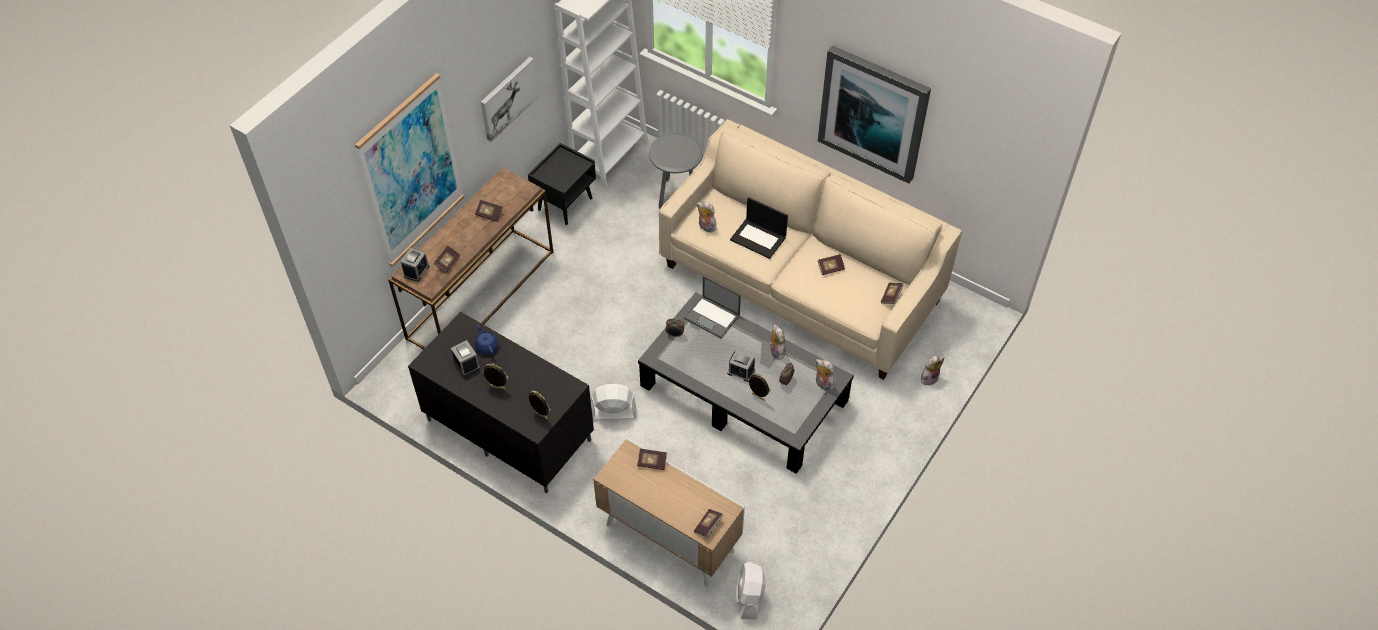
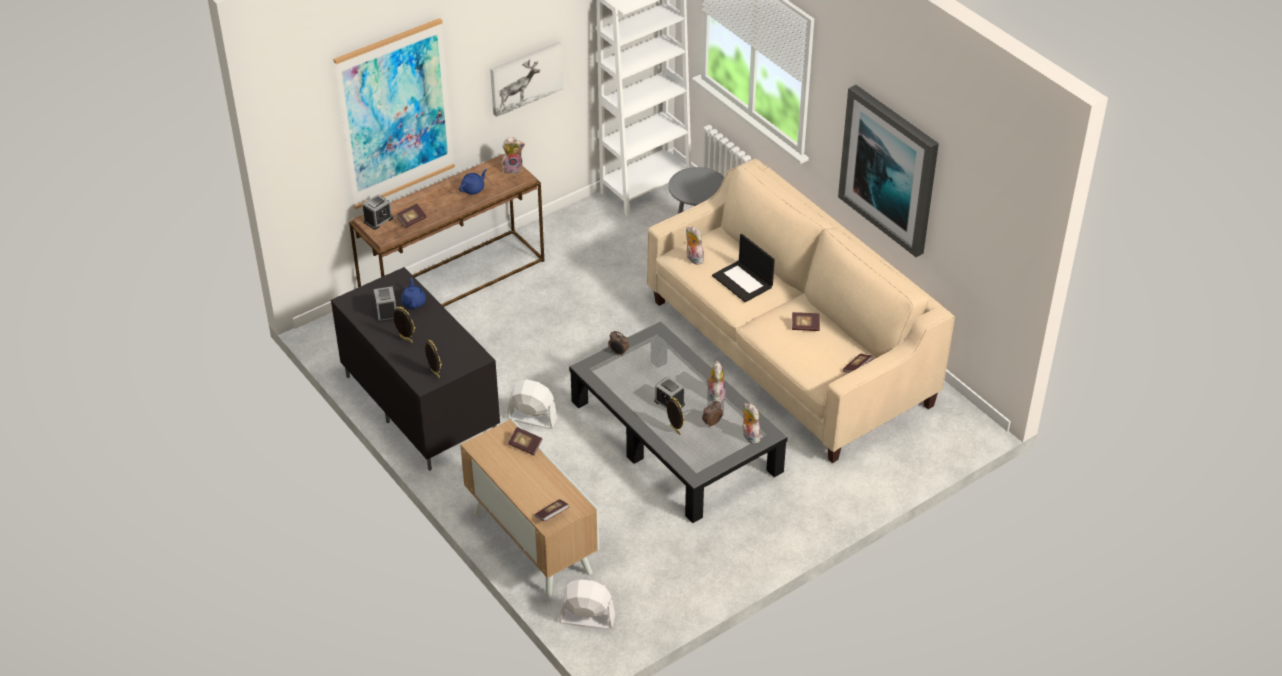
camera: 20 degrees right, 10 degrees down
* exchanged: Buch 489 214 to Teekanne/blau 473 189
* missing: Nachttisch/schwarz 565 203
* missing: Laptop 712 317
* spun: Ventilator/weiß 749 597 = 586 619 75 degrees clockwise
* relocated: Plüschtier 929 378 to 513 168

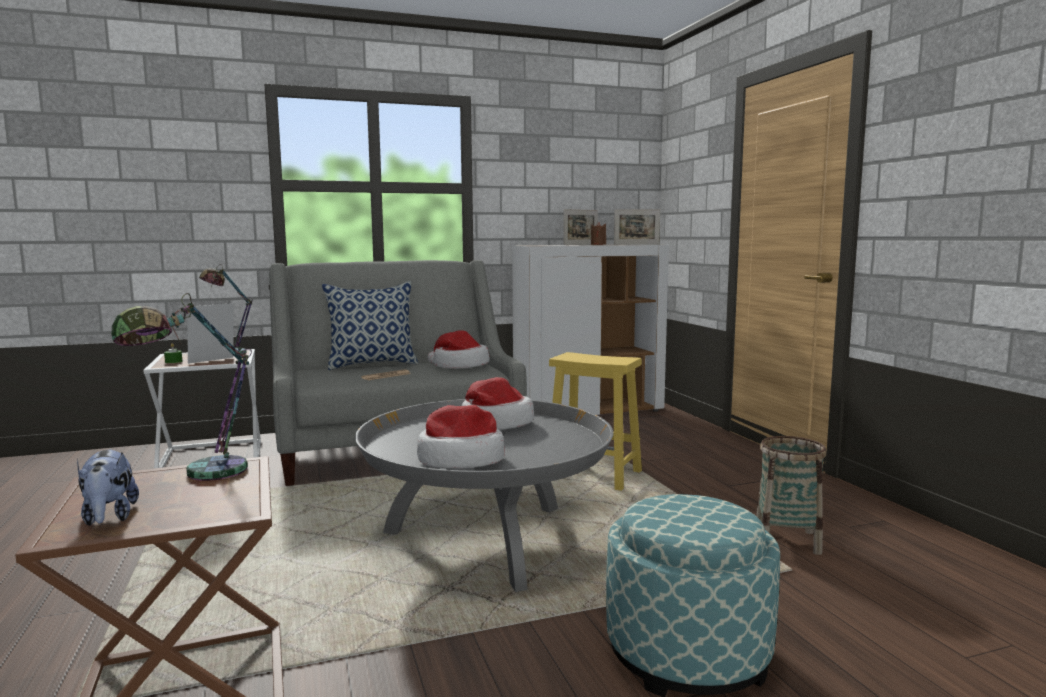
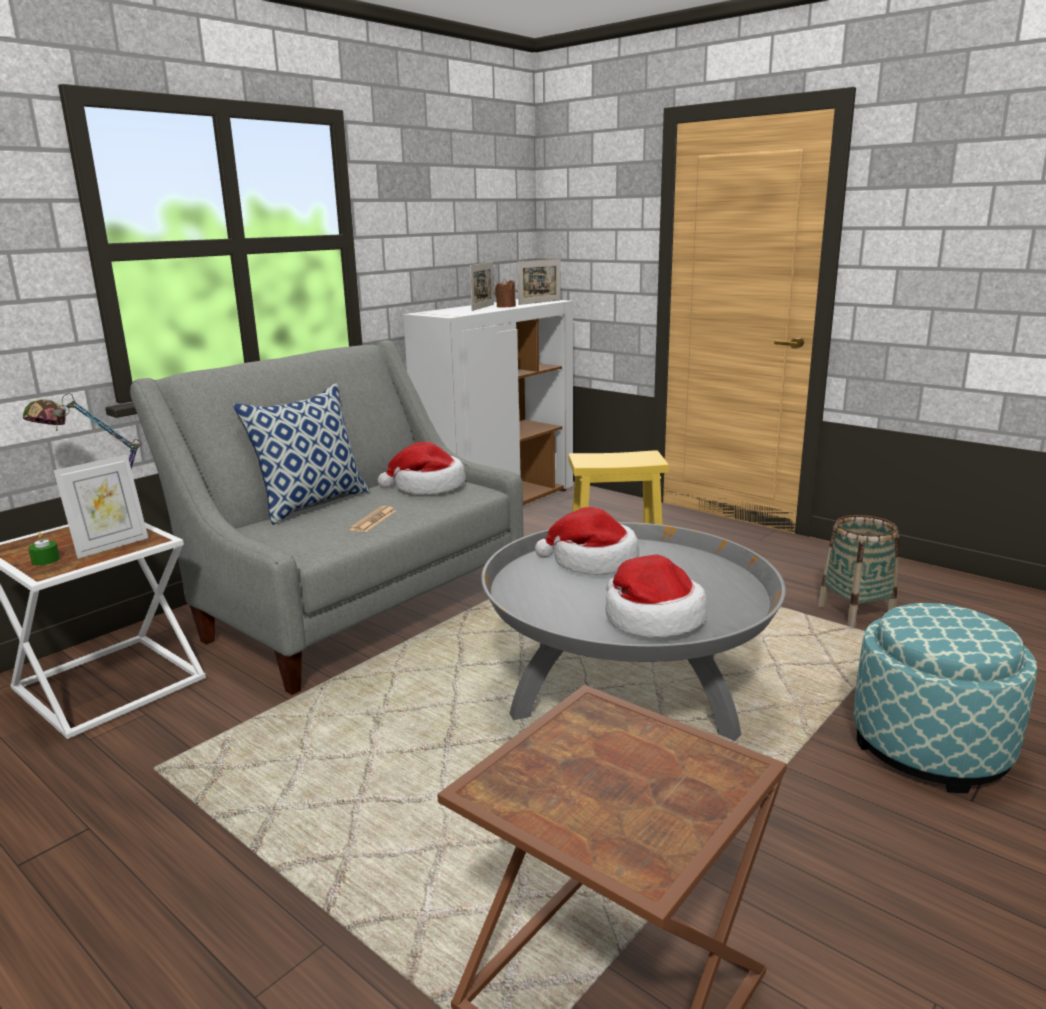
camera: 30 degrees left, 10 degrees up
* missing: Plüschtier 109 517
* missing: Tischlampe 199 475
* spun: Bilderrahmen 213 361 = 110 546 150 degrees counterclockwise

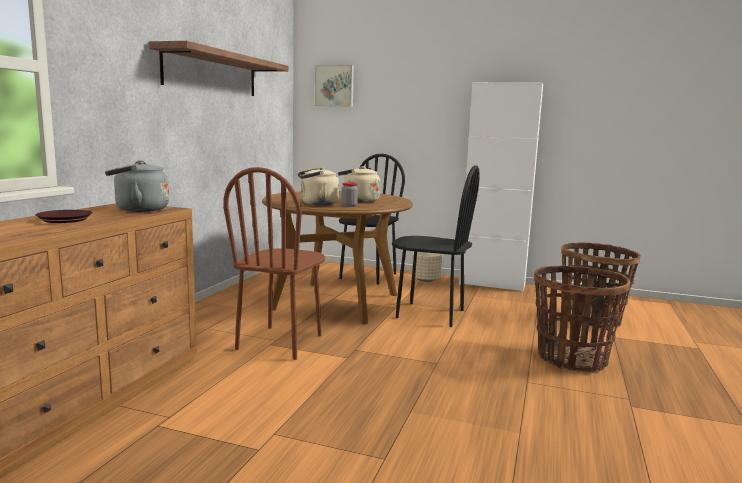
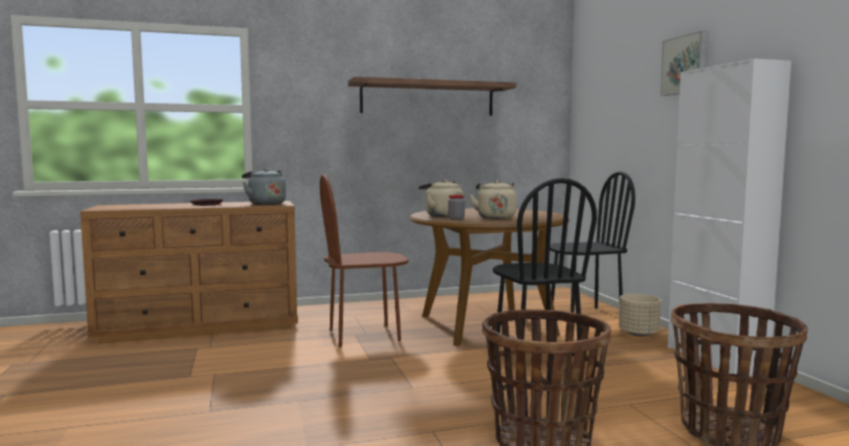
camera: 55 degrees right, 5 degrees down
* relocated: Bild 335 86 to 685 65

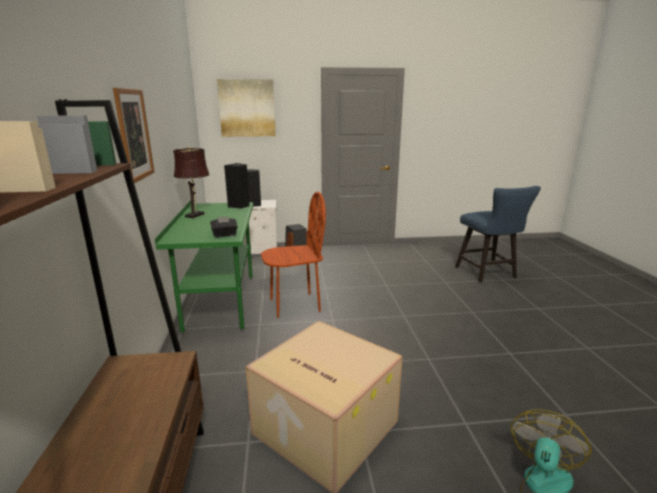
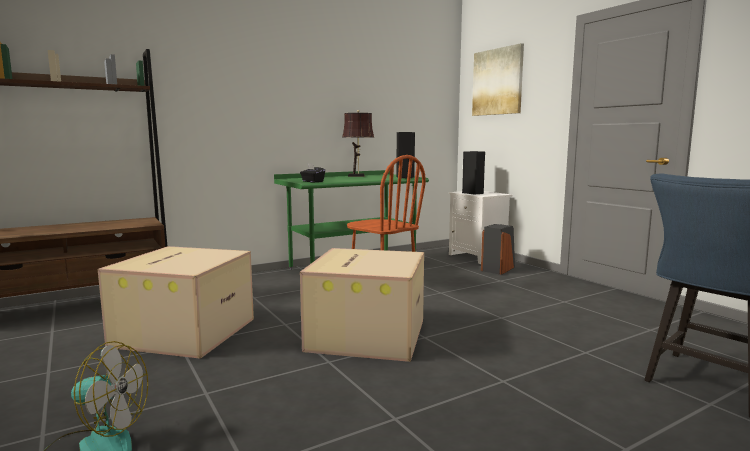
camera: 65 degrees right, 10 degrees down
* missing: Bild 134 135
* appeared: Karton 365 334

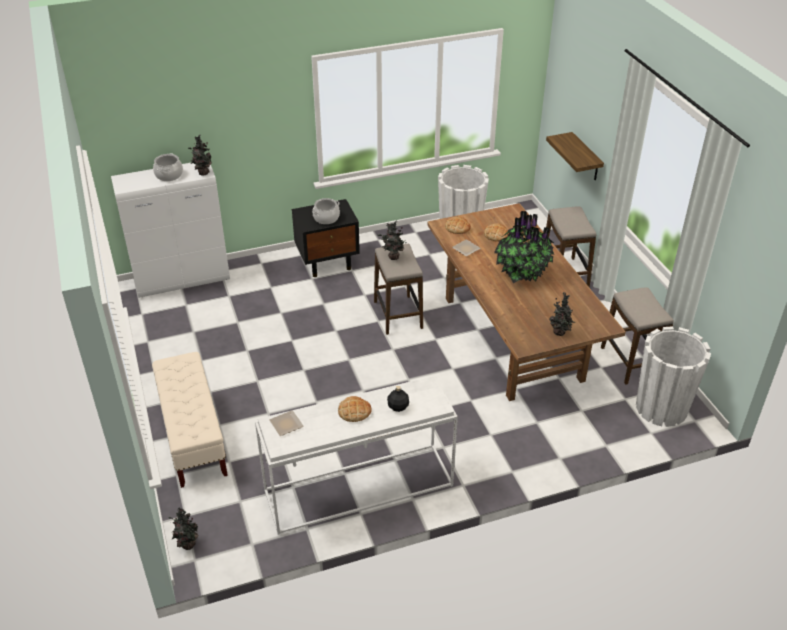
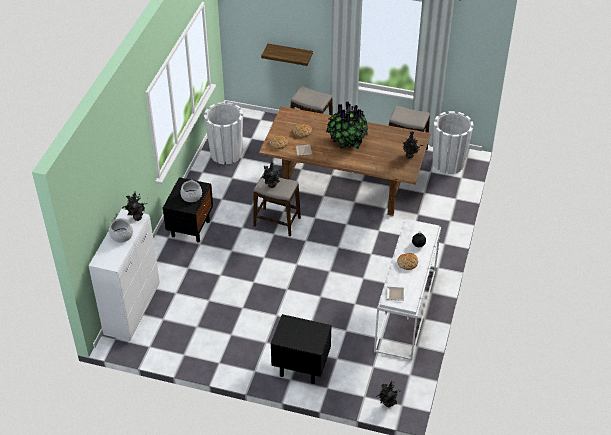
camera: 55 degrees left, 5 degrees up
* exchanged: Bank/beige 193 436 to Nachttisch/schwarz 300 367

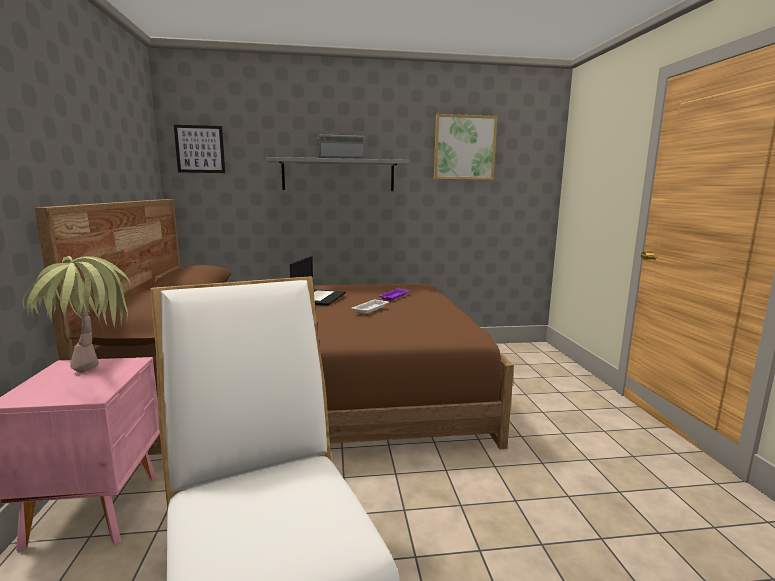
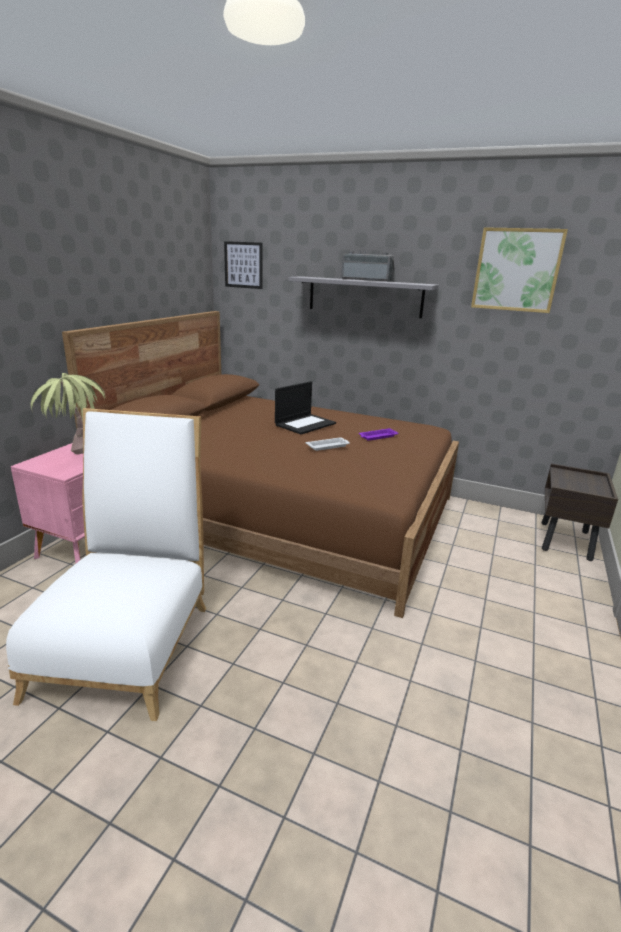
camera: 30 degrees right, 10 degrees up
* appeared: Nachttisch/braun 565 541

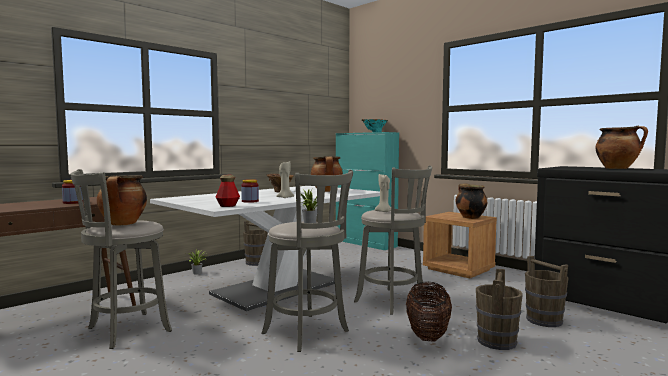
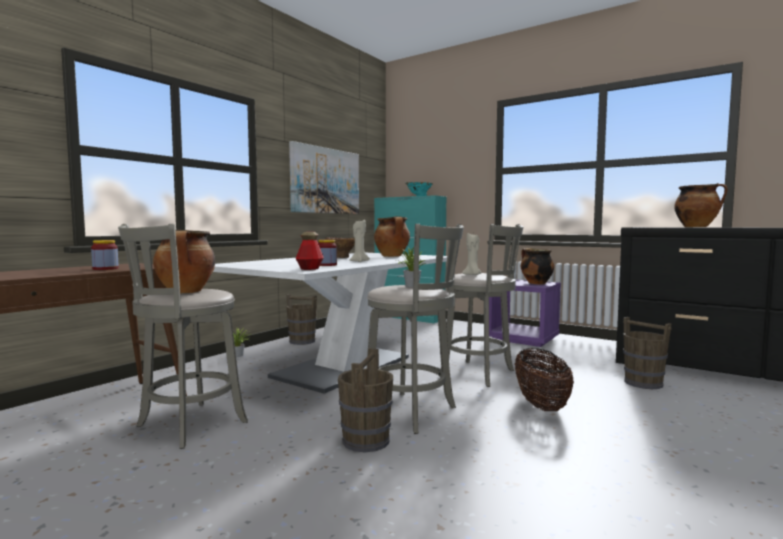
camera: 10 degrees left, 0 degrees up
* colour: Nachttisch/braun 459 269 to Nachttisch/lila 523 338
* relocated: Eimer/braun 497 341 to 366 440
* appeared: Bild 325 180

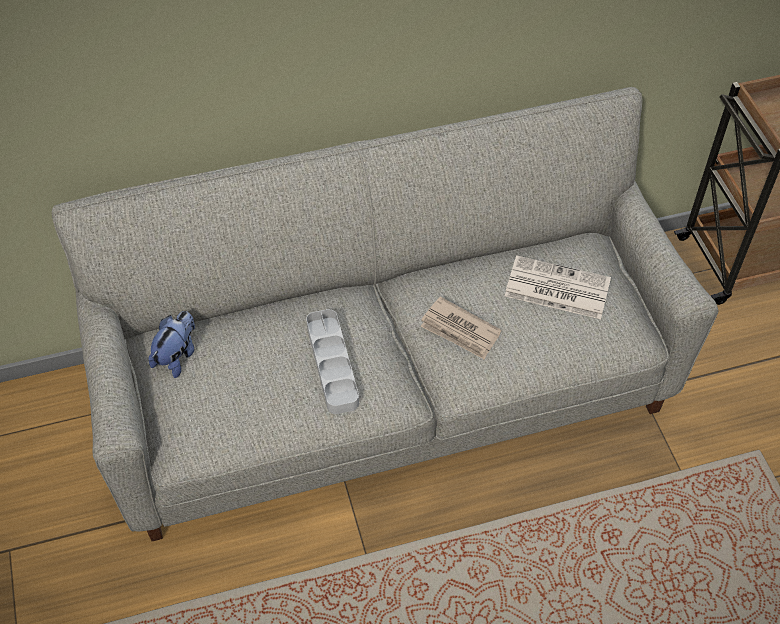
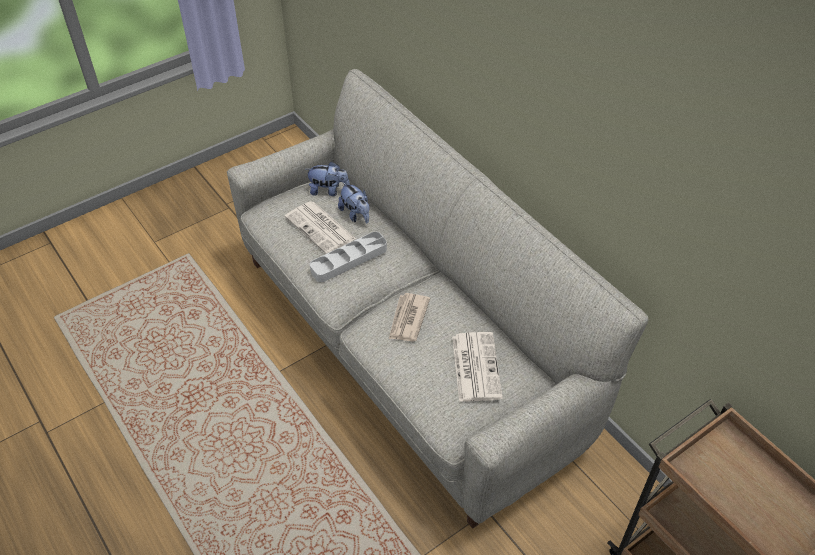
camera: 70 degrees right, 5 degrees down
* appeared: Zeitung 321 228
* appeared: Plüschtier 356 214

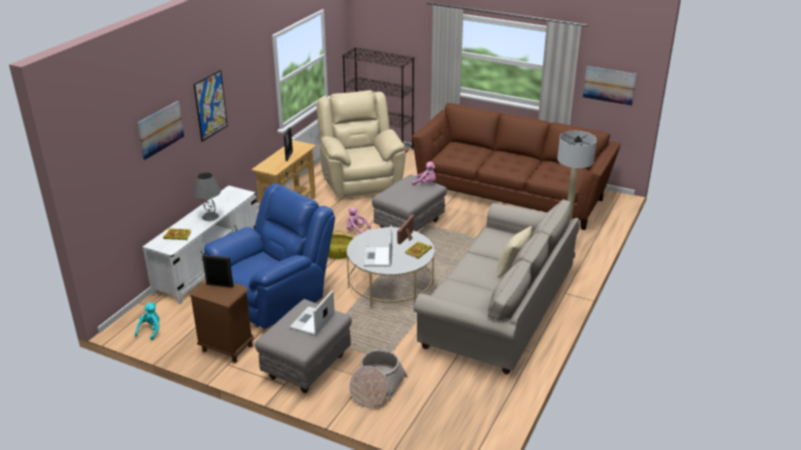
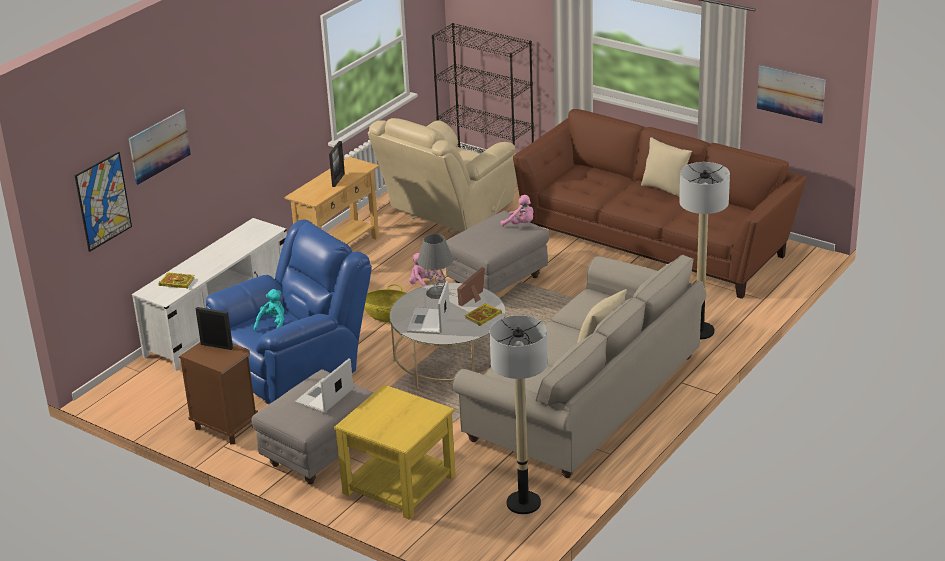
camera: 10 degrees right, 0 degrees up
* relocated: Plüschtier/türkis 150 330 to 273 325
* relocated: Tischlampe/grau 210 216 to 437 293
* relocated: Bild 210 105 to 103 201
* spun: Sessel/beige 360 181 = 447 215 135 degrees counterclockwise
* exchanged: Korb 376 387 to Beistelltisch/gelb 399 484
* appeared: Stehlampe 523 503
* appeared: Kissen/beige 665 189

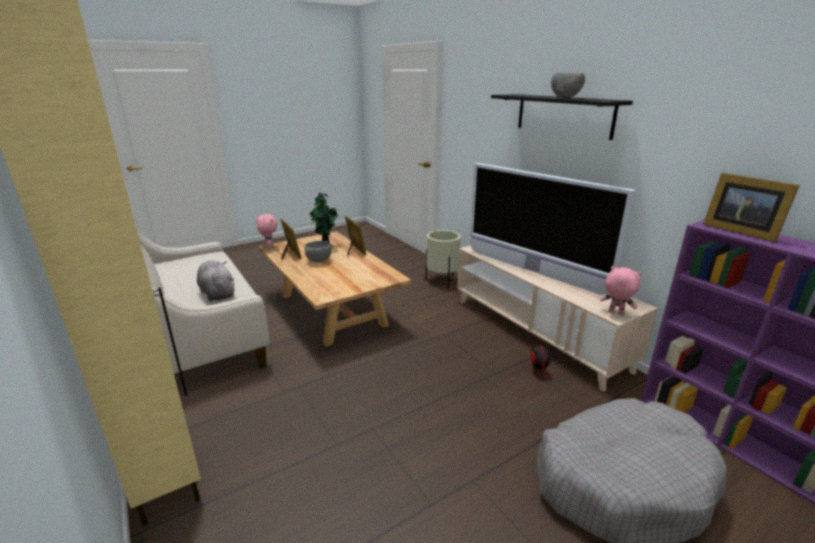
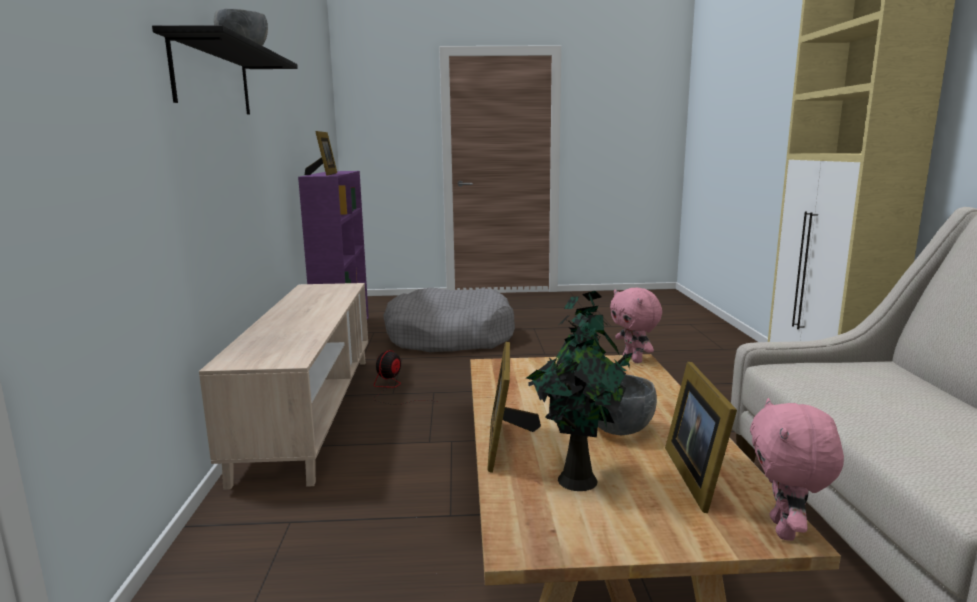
camera: 150 degrees left, 10 degrees down
* missing: Plüschtier/grau 217 293
* missing: Pflanzkübel/beige 442 281
* missing: Fernseher 532 271
* relocated: Plüschtier/rosa 615 313 to 633 360

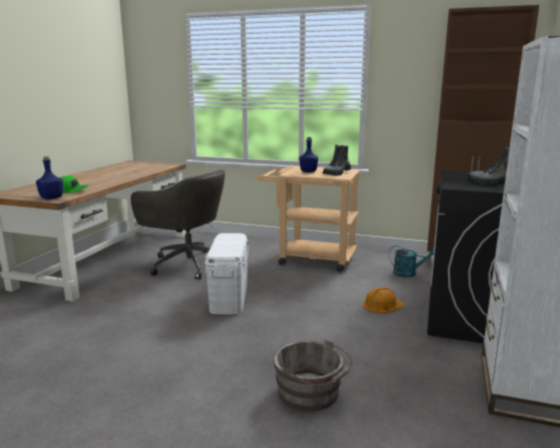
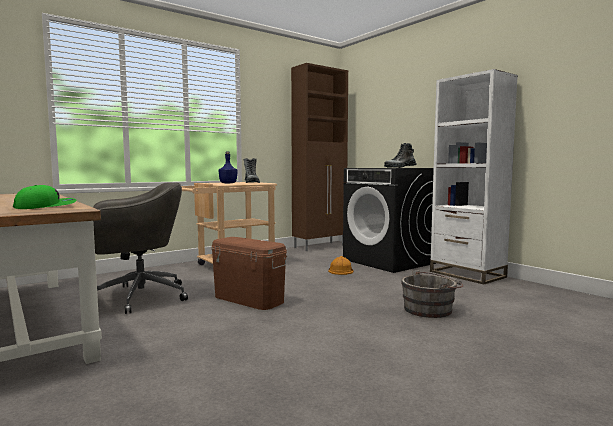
camera: 55 degrees left, 10 degrees down
* missing: Flasche/blau 51 198
* colour: Aufbewahrungsbox/weiß 229 298 to Aufbewahrungsbox/braun 248 299
* missing: Gießkanne/türkis 409 273

